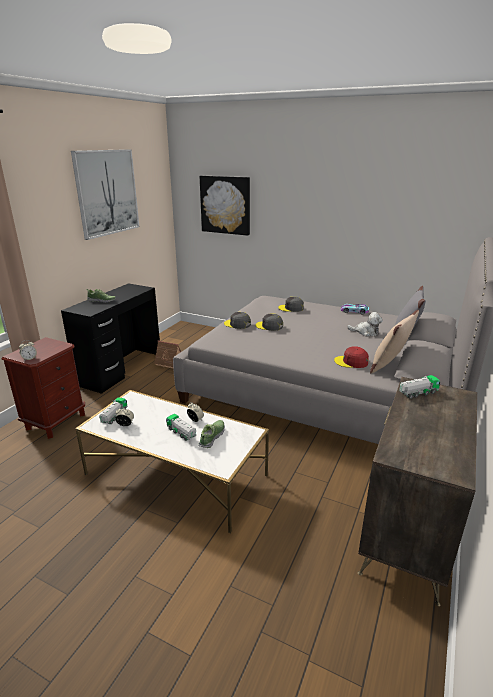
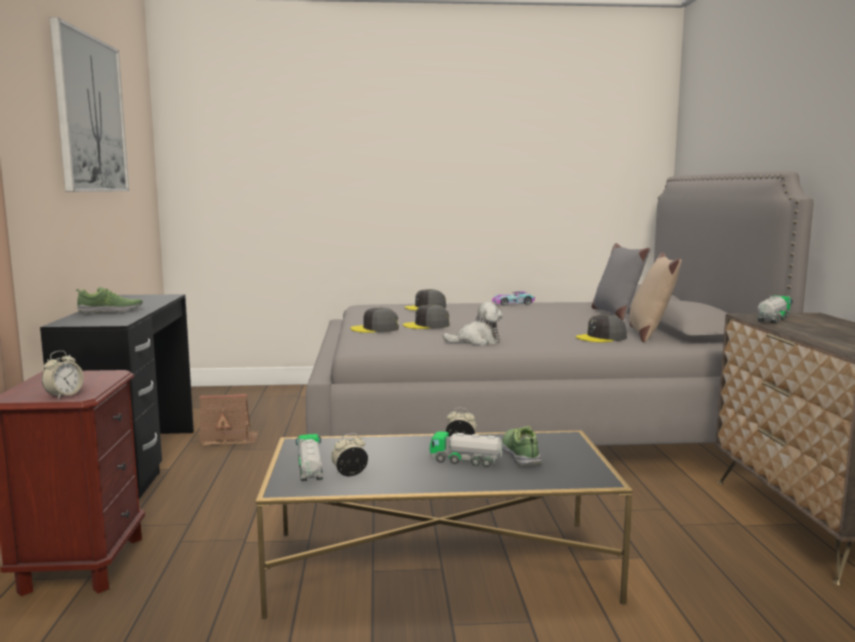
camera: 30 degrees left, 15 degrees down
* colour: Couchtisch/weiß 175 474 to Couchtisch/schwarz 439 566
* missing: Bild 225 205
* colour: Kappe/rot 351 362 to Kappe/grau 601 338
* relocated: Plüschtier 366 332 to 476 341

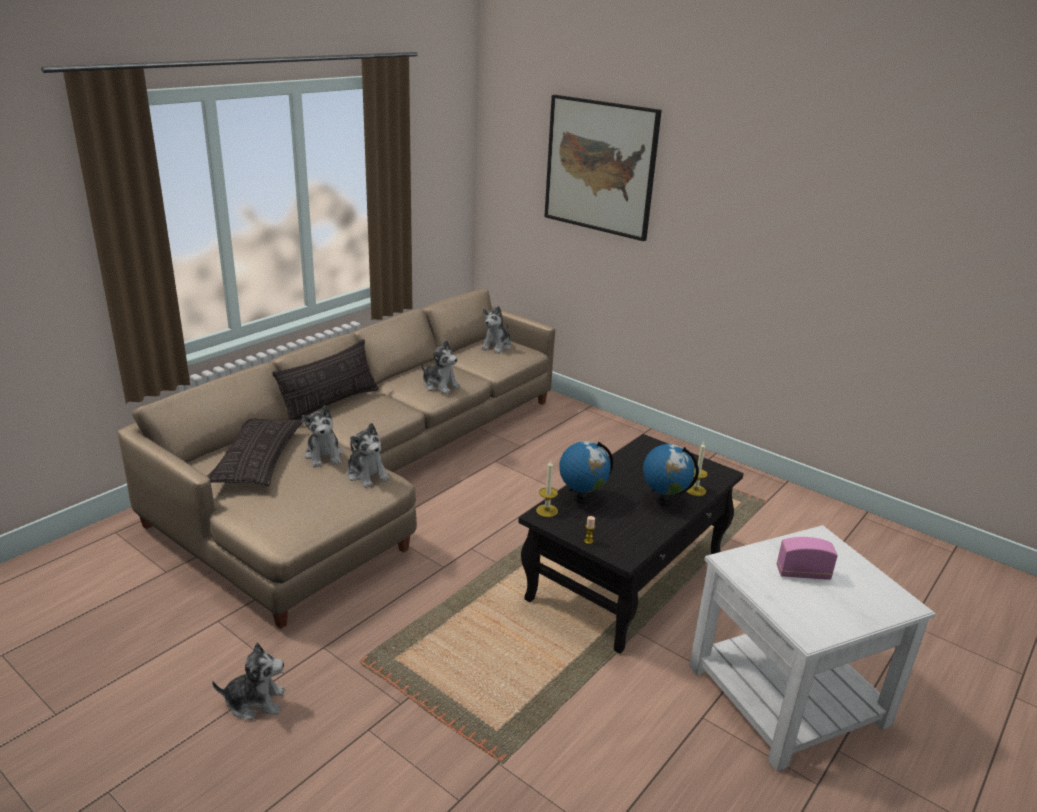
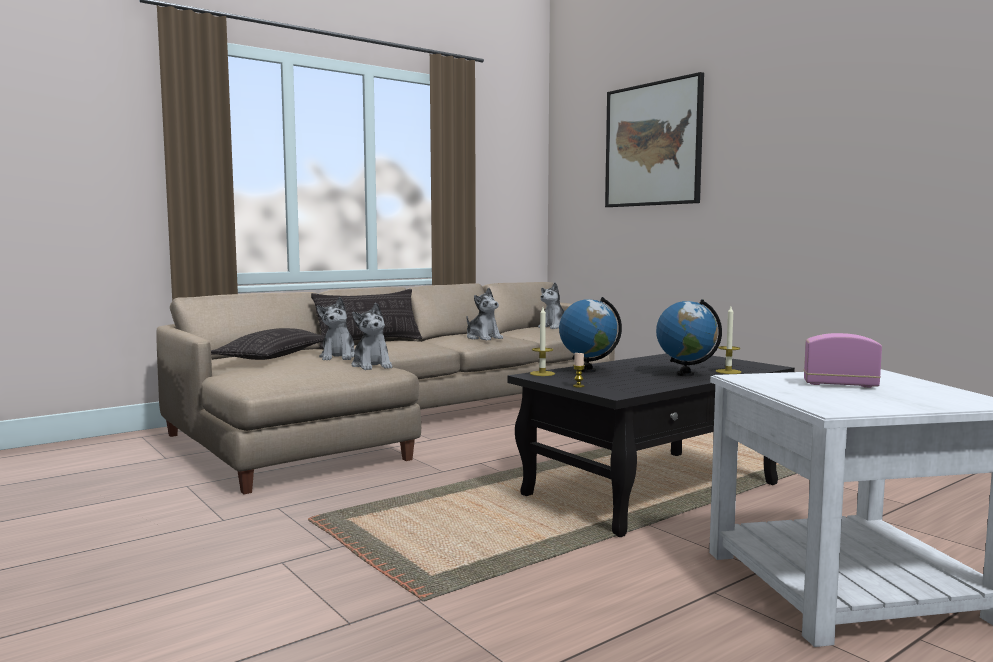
camera: 15 degrees right, 20 degrees down
* missing: Plüschtier 255 702

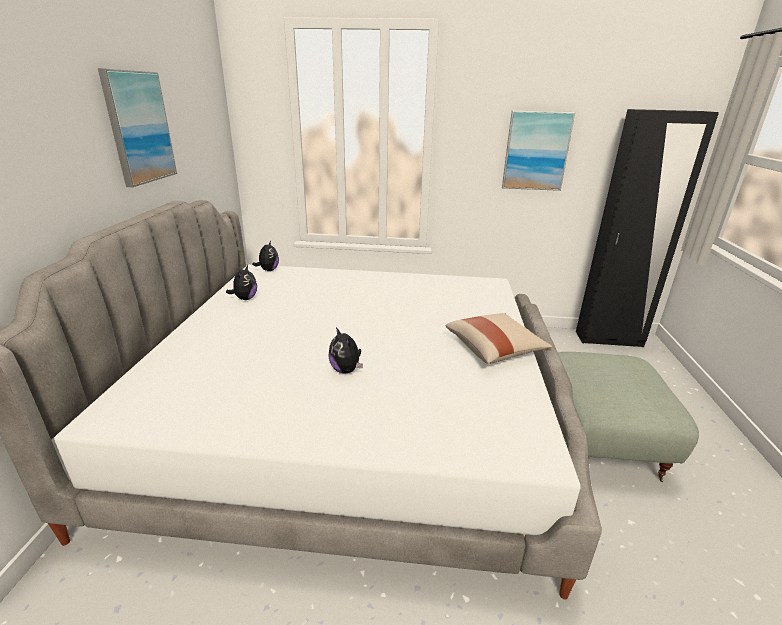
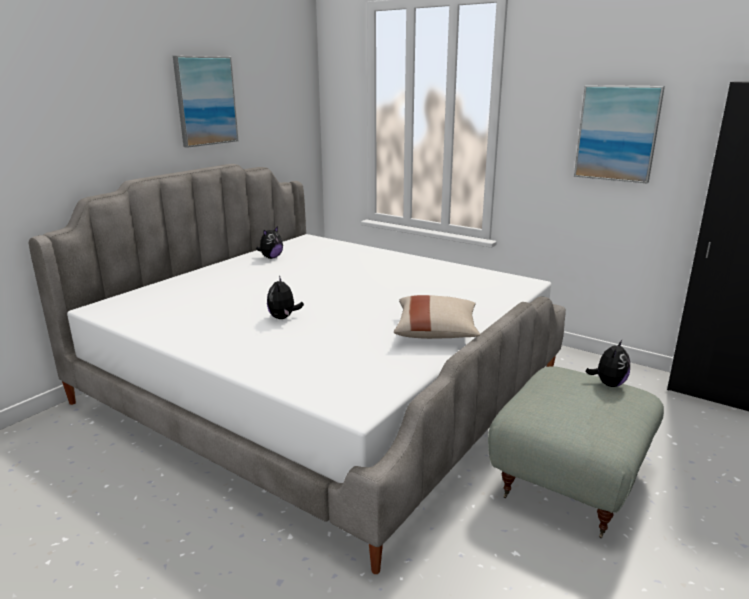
camera: 30 degrees right, 5 degrees down
* relocated: Plüschtier 268 270 to 608 384

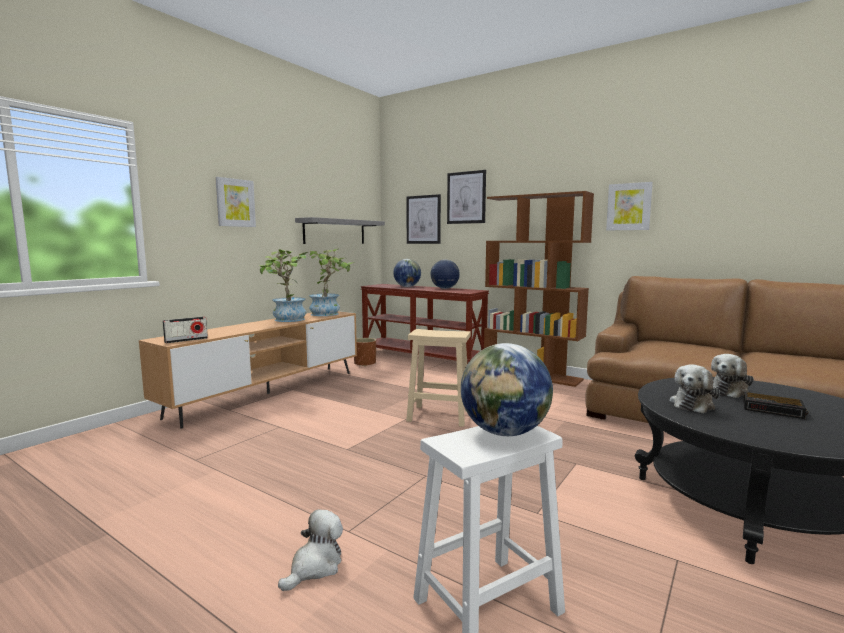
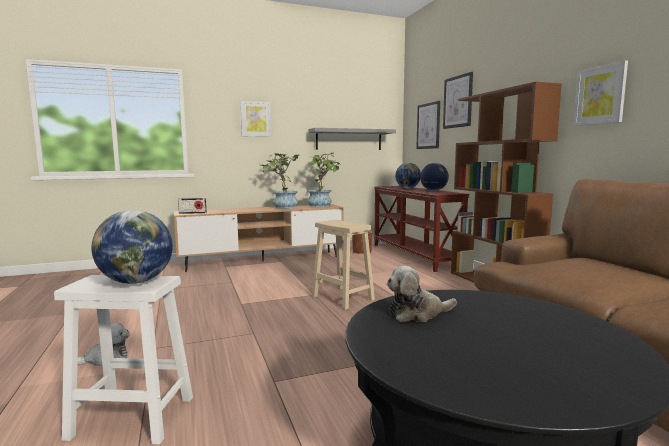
camera: 35 degrees right, 0 degrees up
* missing: Plüschtier 729 391
* missing: Wecker 774 410

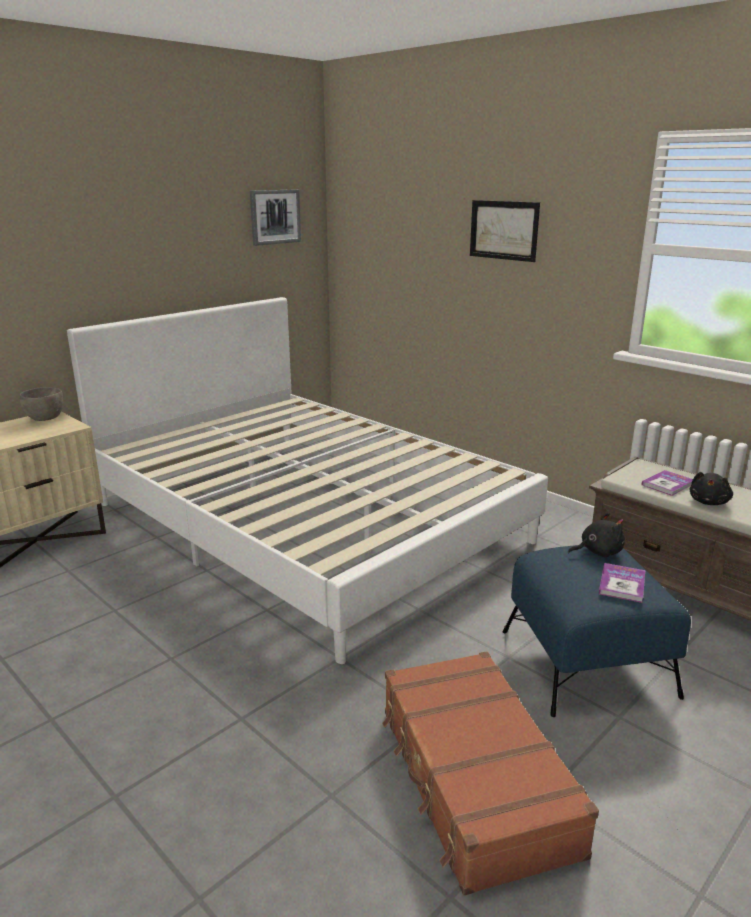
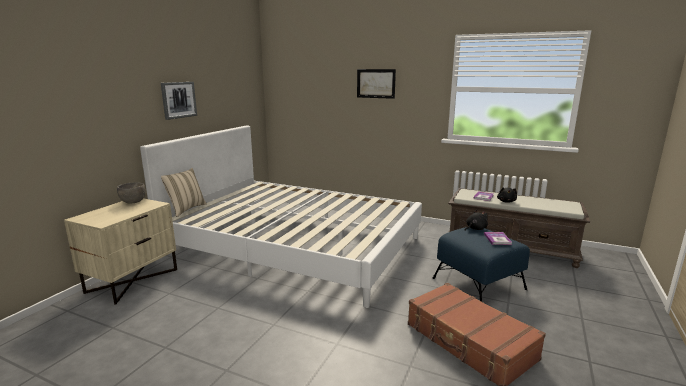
camera: 20 degrees left, 5 degrees down
* relocated: Bild 275 217 to 178 100
* appeared: Kissen/beige 186 209

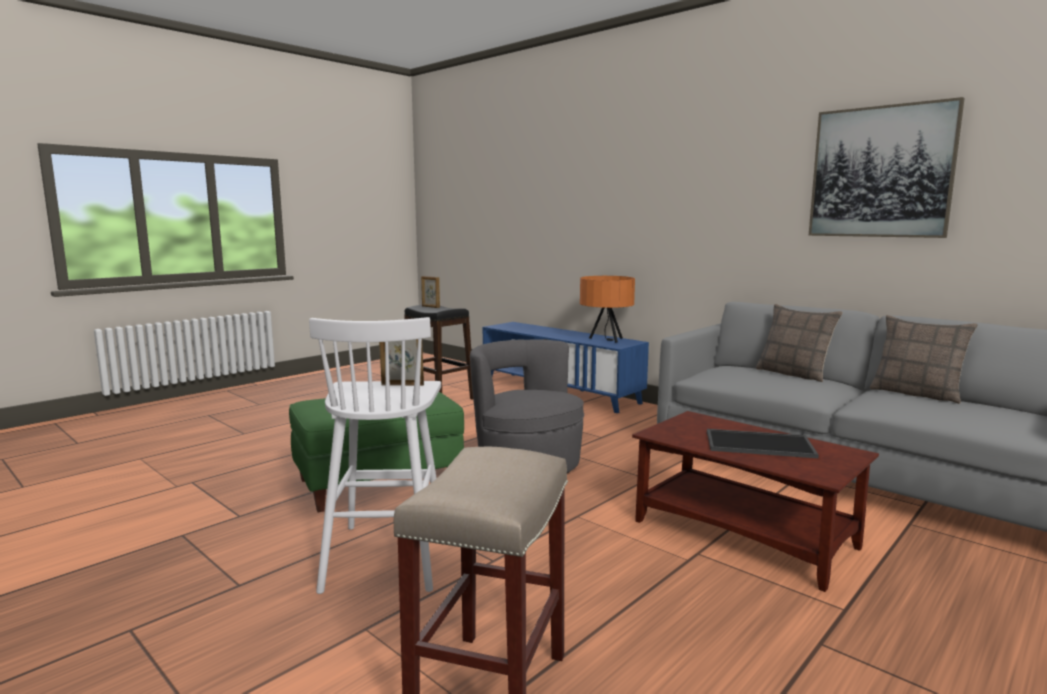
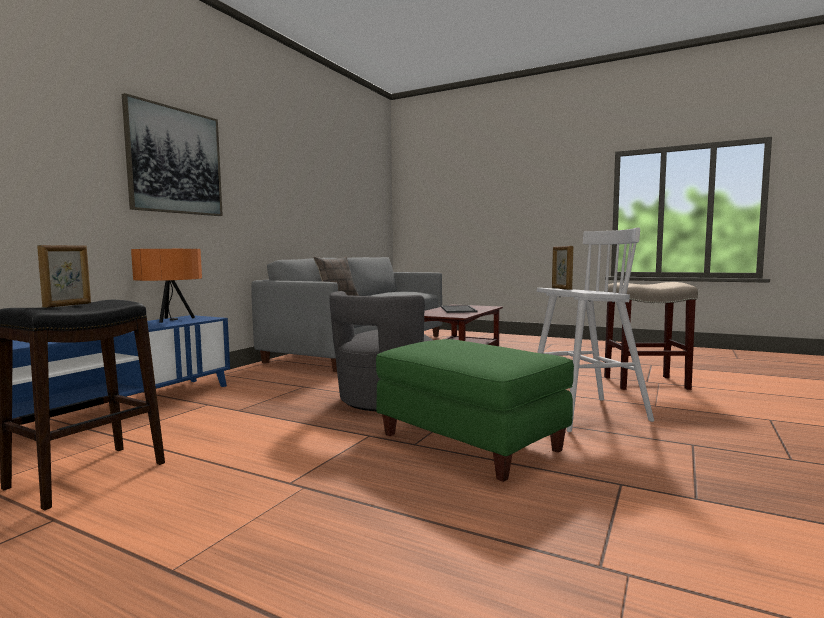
camera: 105 degrees left, 5 degrees down
* relocated: Bild 881 172 to 175 161
* missing: Kissen 916 393

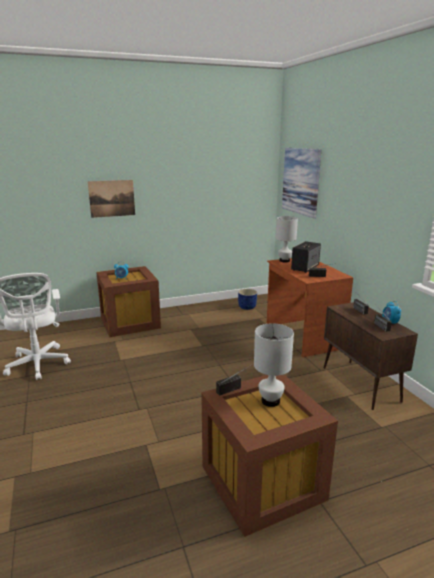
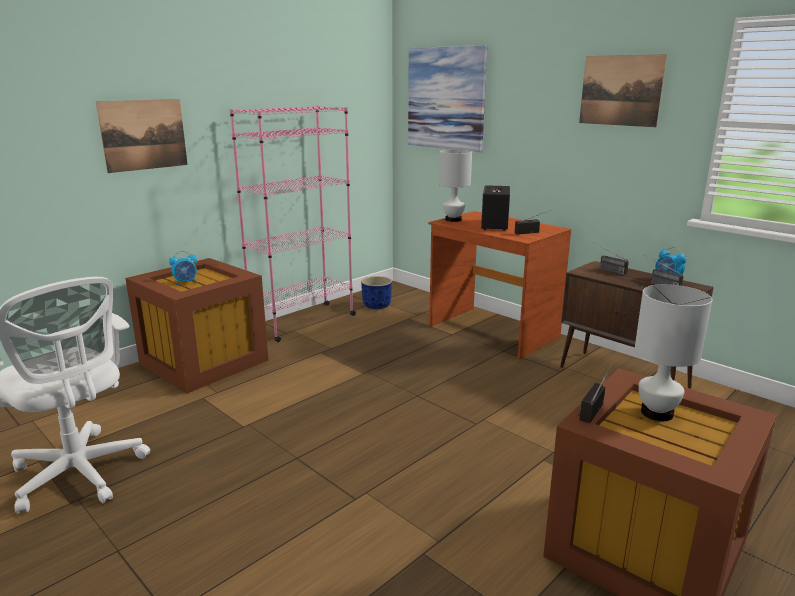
camera: 25 degrees left, 0 degrees up
* appeared: Bücherregal/rosa 303 322
* appeared: Bild 620 90

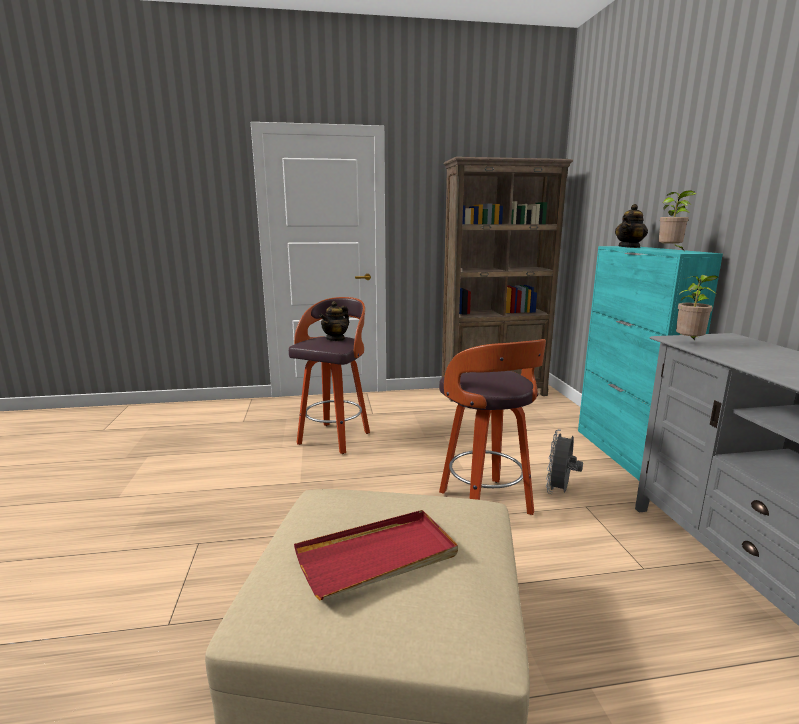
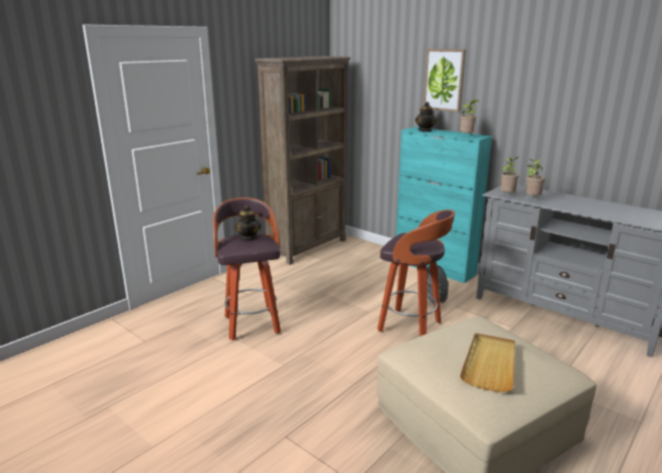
camera: 40 degrees left, 5 degrees up
* colour: Tablett/rot 378 557 to Tablett/beige 490 364
* appeared: Bild 444 80
* appeared: Topfpflanze 531 199

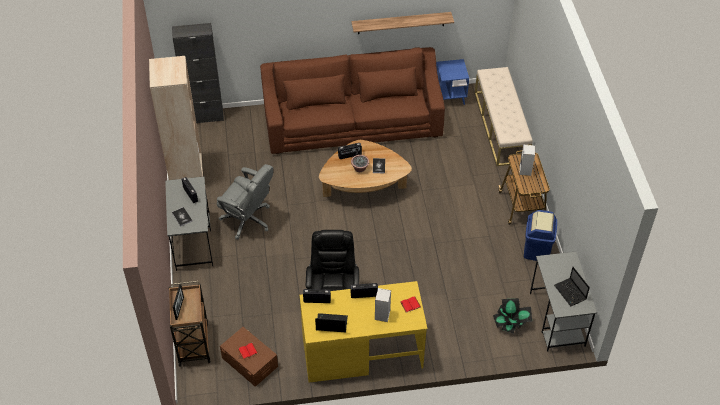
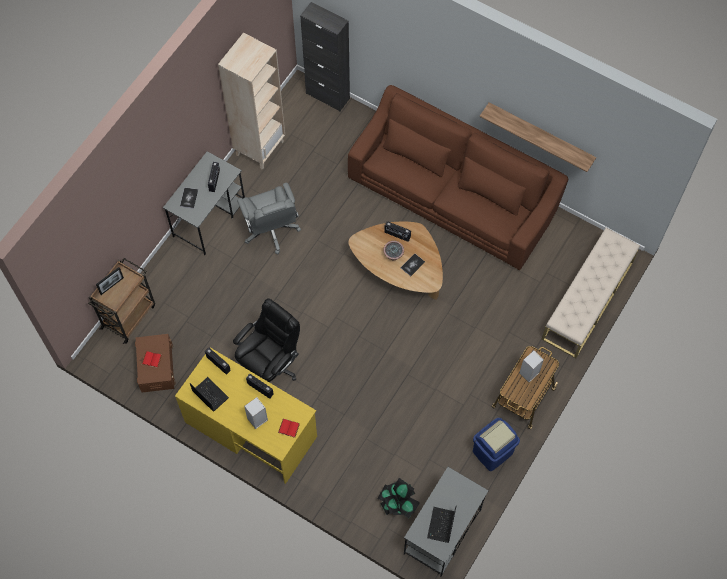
camera: 40 degrees right, 15 degrees up
* missing: Beistelltisch/blau 450 97

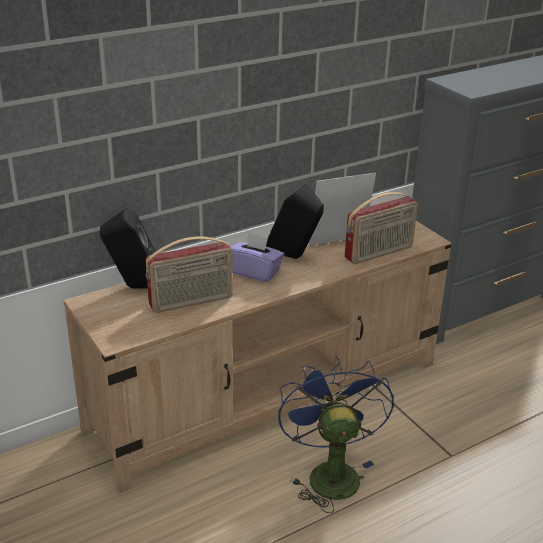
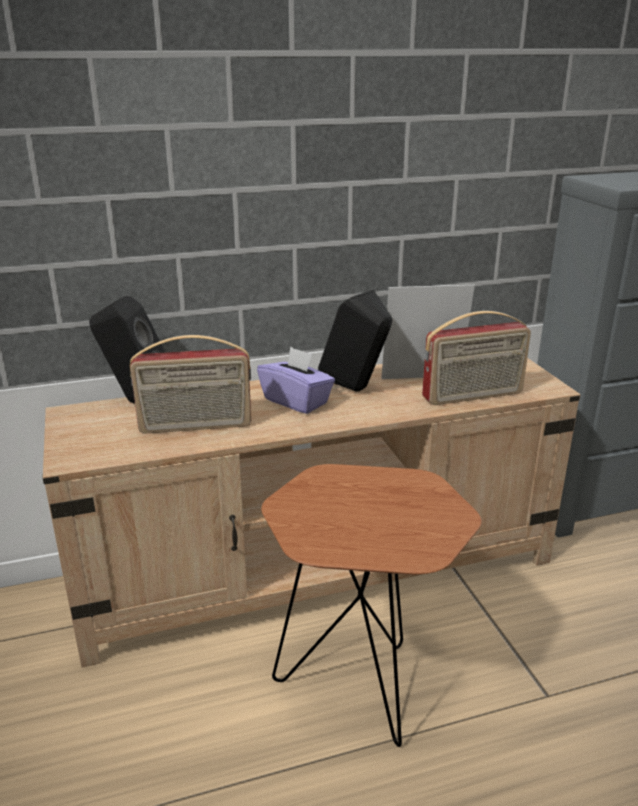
camera: 15 degrees right, 5 degrees down
* exchanged: Ventilator/blau 329 472 to Beistelltisch/braun 363 689

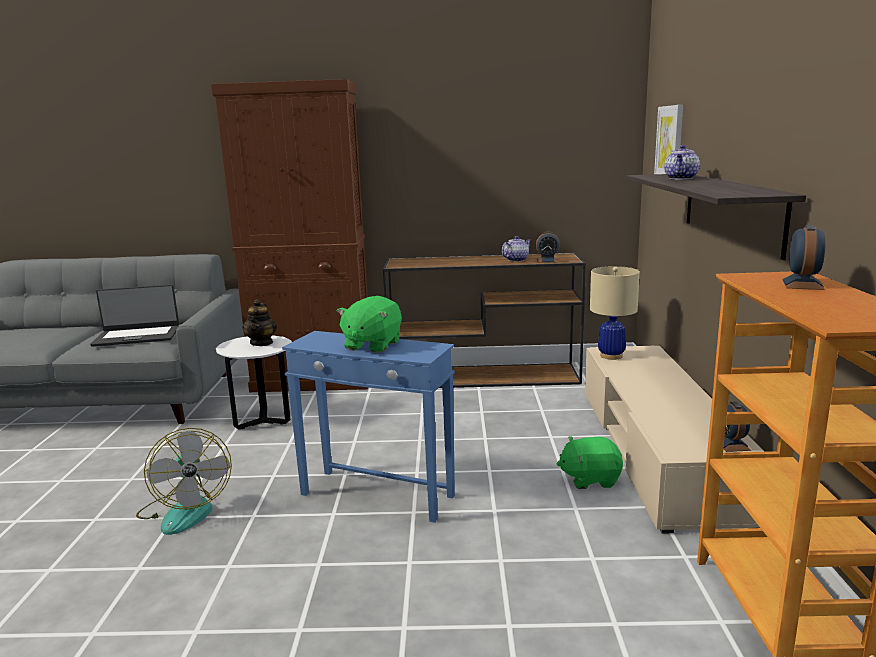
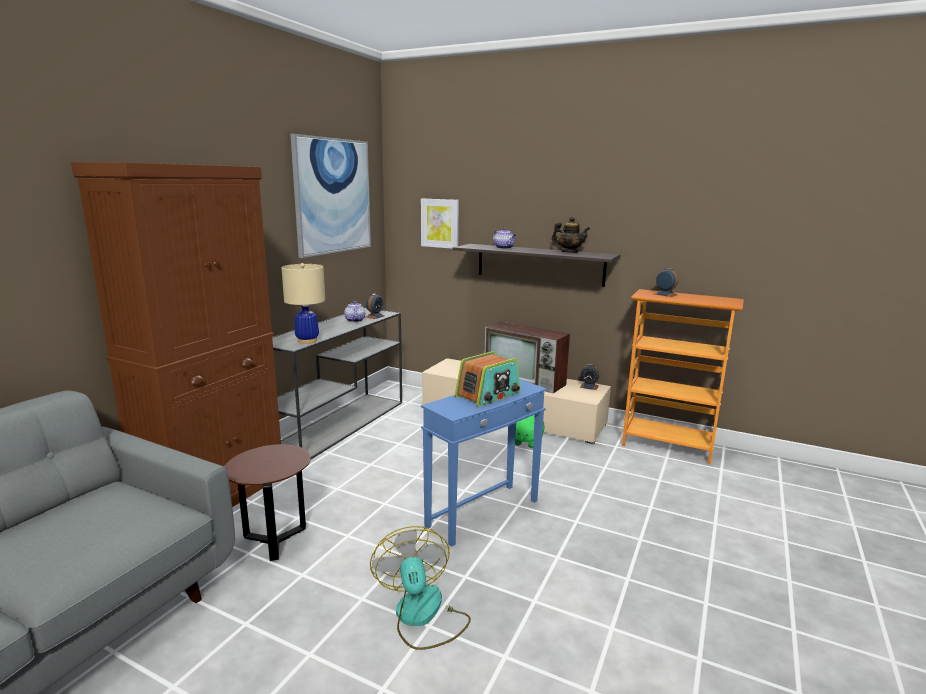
camera: 65 degrees left, 0 degrees up
* missing: Laptop 137 336
* spun: Ventilator 185 510 = 422 616 105 degrees counterclockwise
* colour: Beistelltisch/weiß 263 421 to Beistelltisch/braun 275 542
* relocated: Teekanne 262 343 to 569 252
* exchanged: Plüschtier/grün 372 345 to Radio 488 395
* colour: Konsolentisch/braun 485 376 to Konsolentisch/grau 339 424
* relocated: Tischlampe/beige 611 356 to 307 341
* appeared: Bild 333 196
* appeared: Fernseher 526 380

